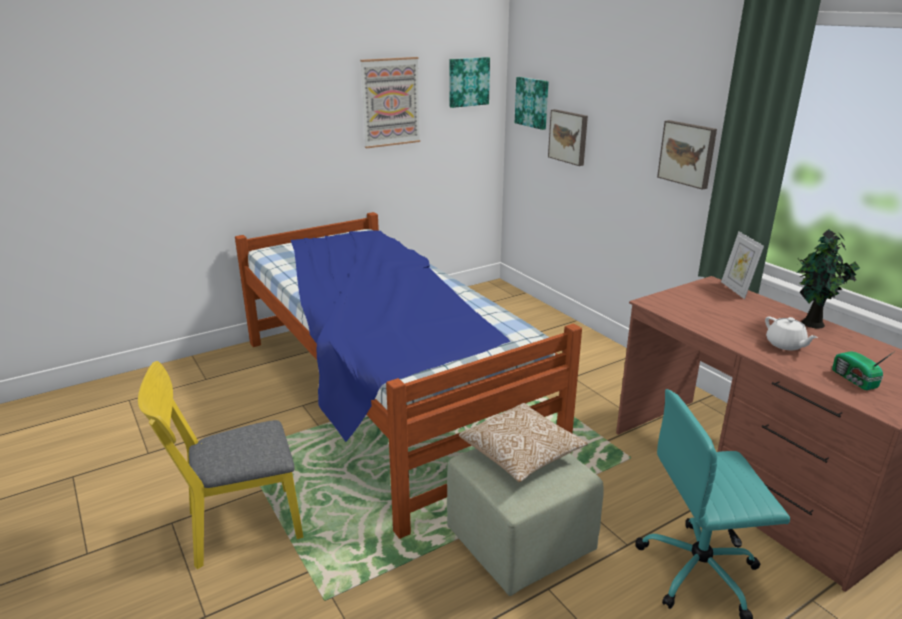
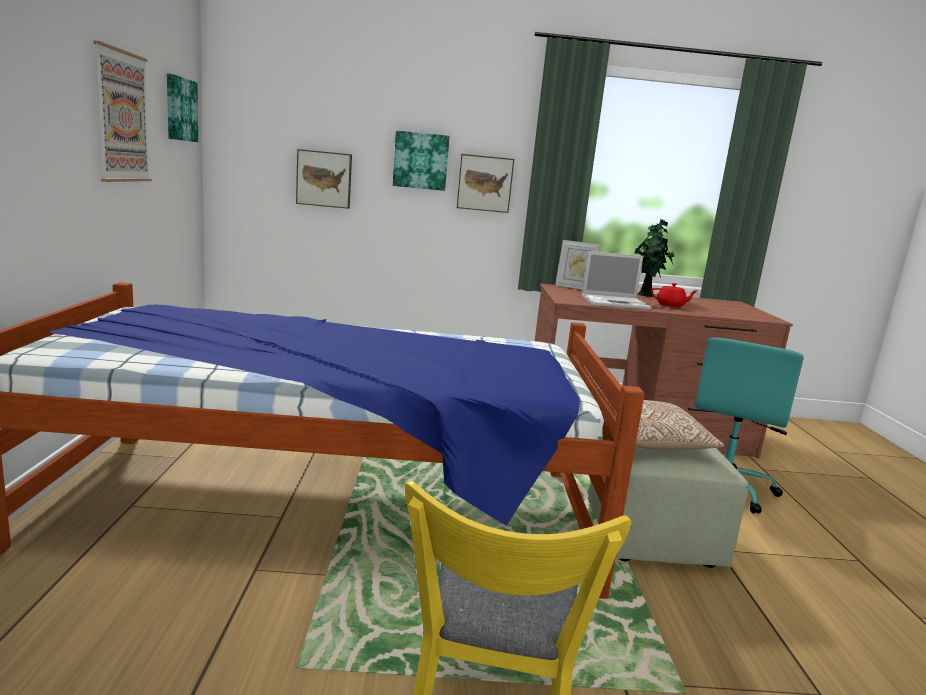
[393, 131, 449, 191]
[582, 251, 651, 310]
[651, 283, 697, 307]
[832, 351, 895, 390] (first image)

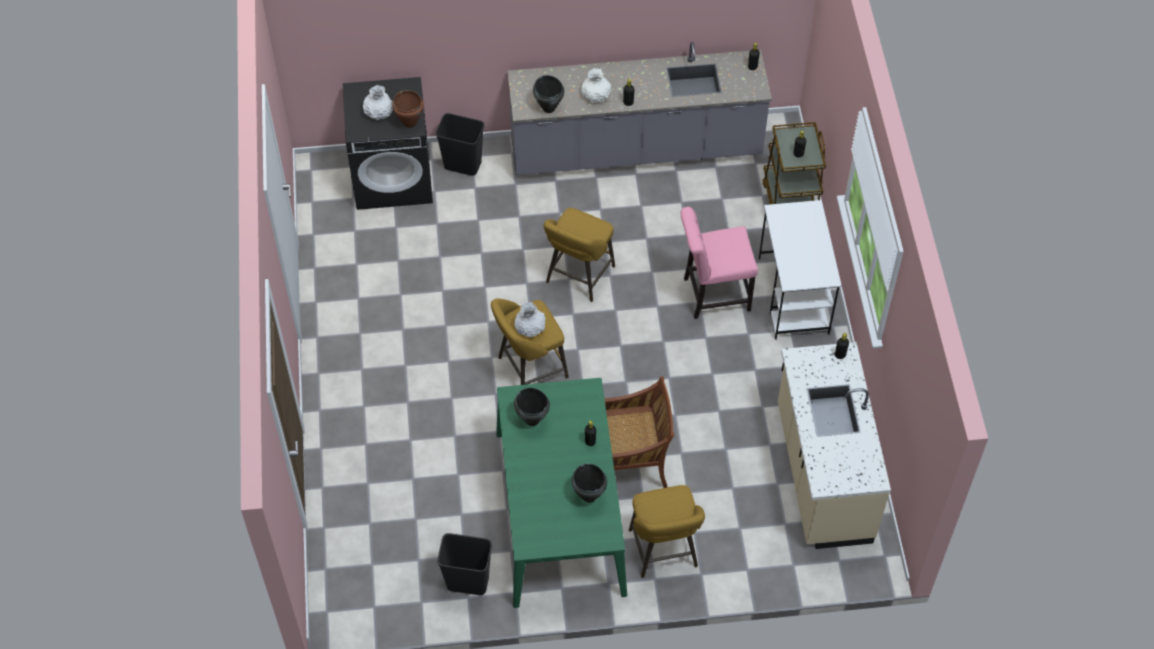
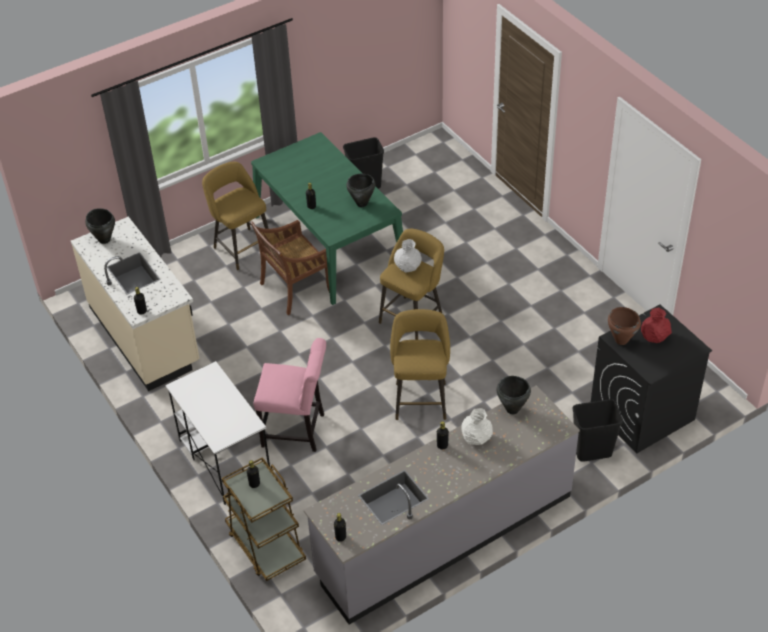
[85, 208, 115, 244]
[253, 338, 326, 452]
[641, 307, 672, 343]

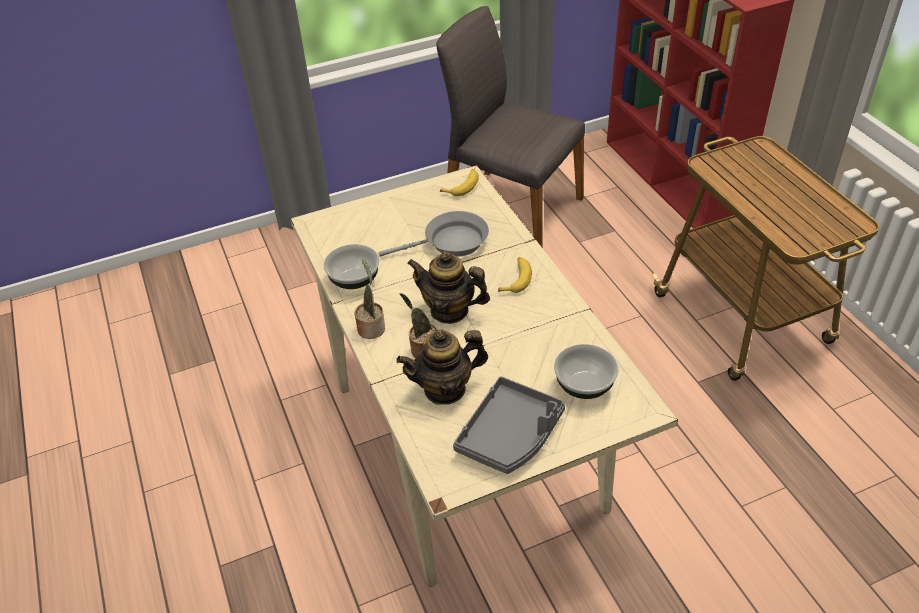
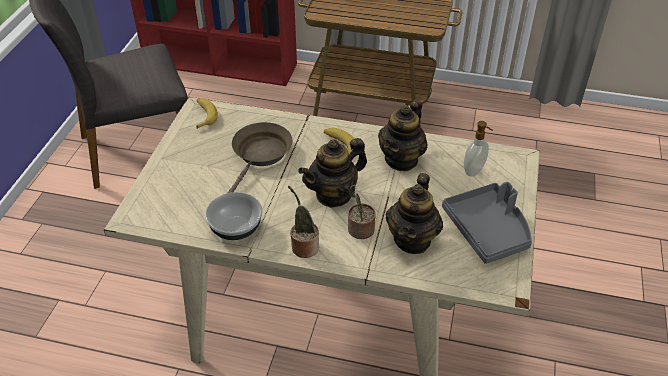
[228, 122, 293, 193]
[378, 100, 428, 171]
[464, 121, 493, 177]

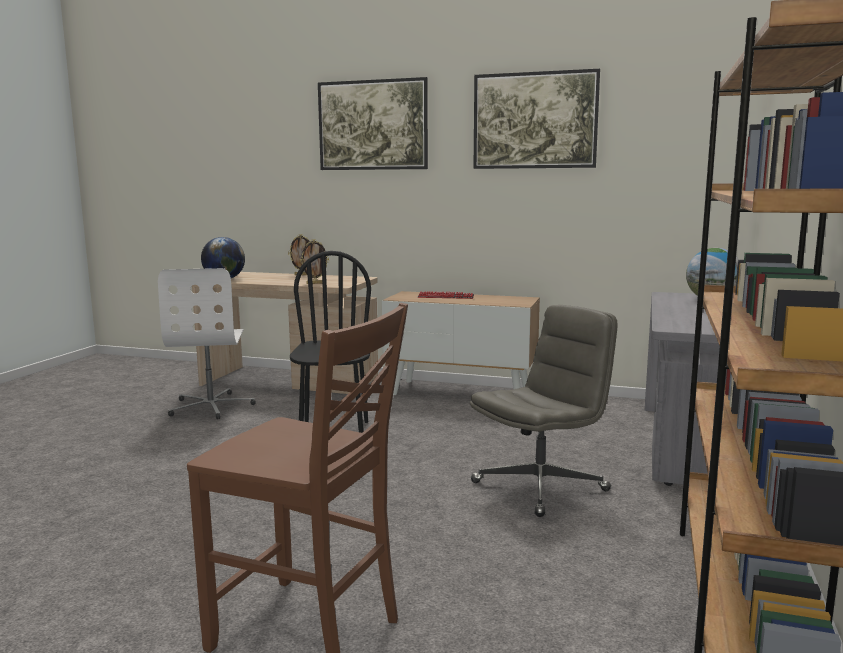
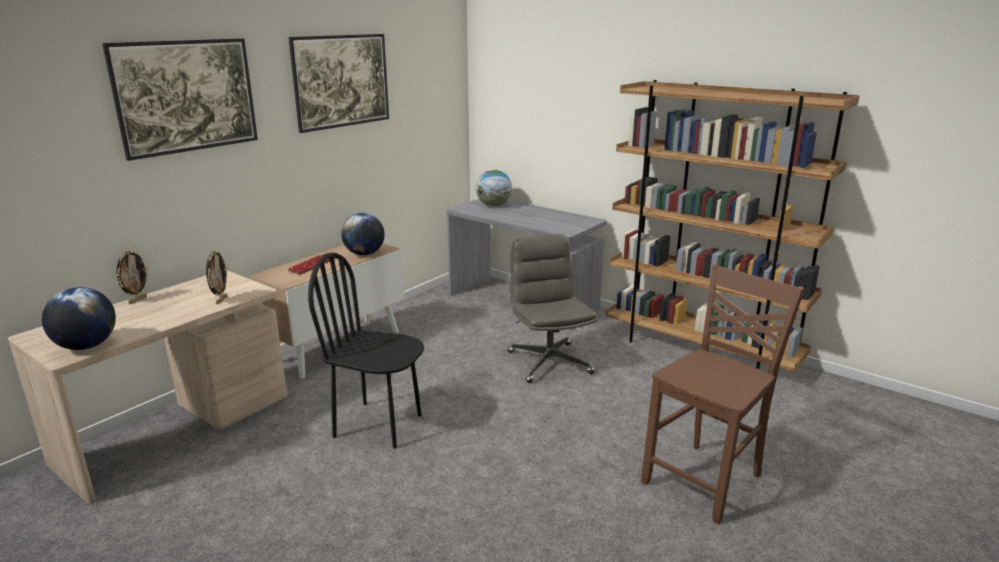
[341, 213, 385, 255]
[158, 268, 256, 419] (first image)

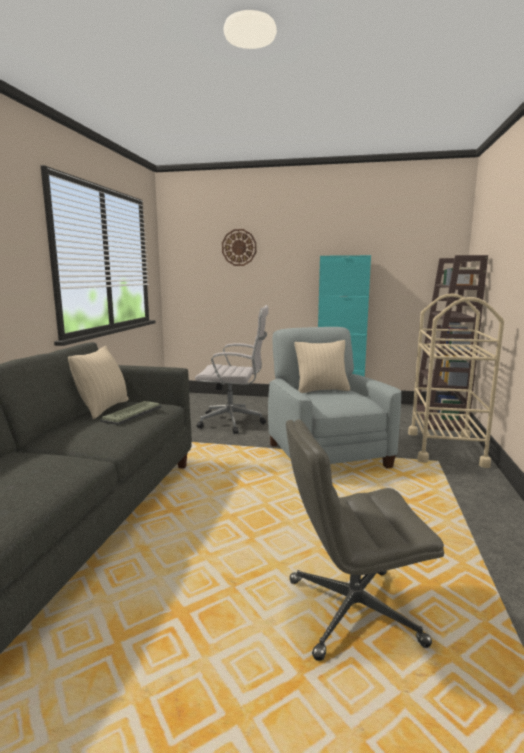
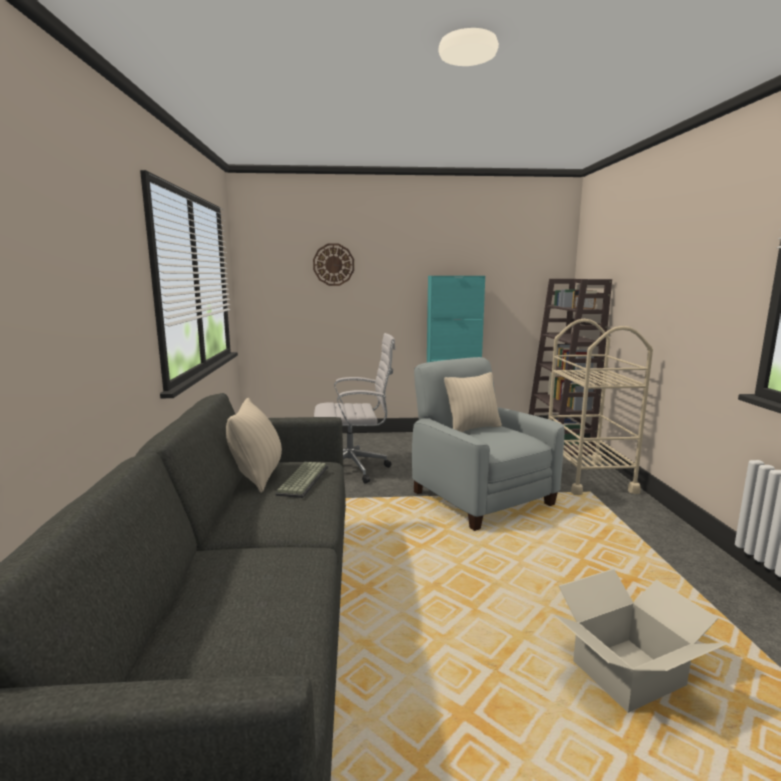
[553, 569, 728, 713]

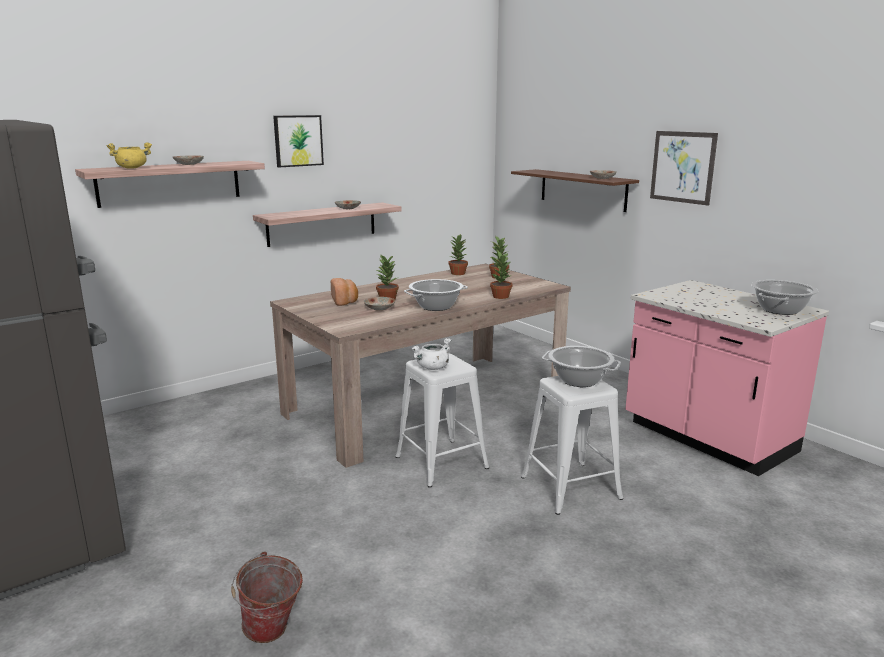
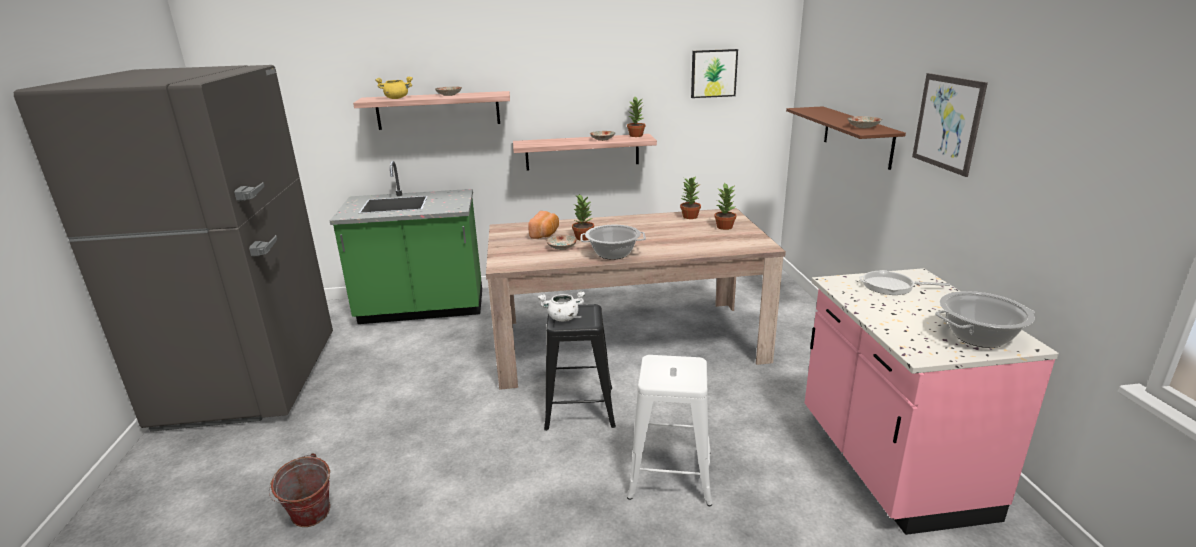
[330, 161, 482, 324]
[544, 304, 616, 431]
[627, 97, 645, 137]
[691, 49, 738, 98]
[859, 270, 950, 295]
[542, 346, 621, 387] (first image)

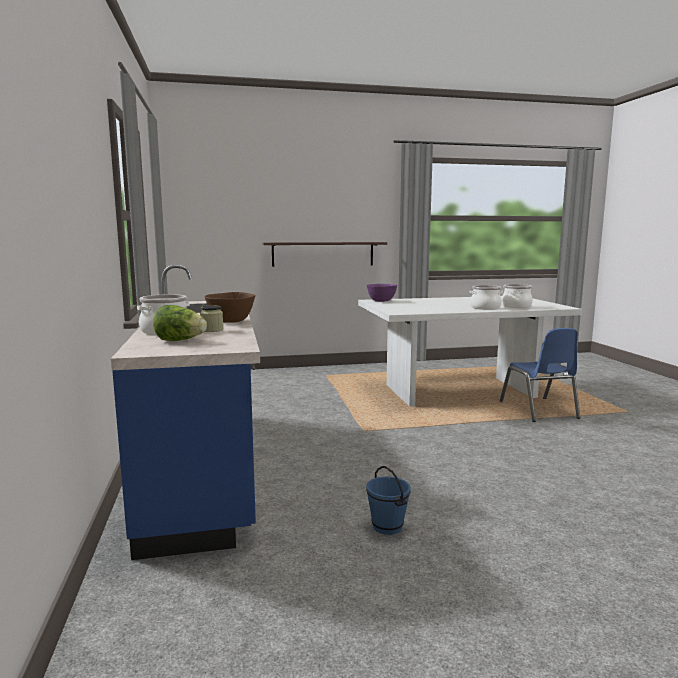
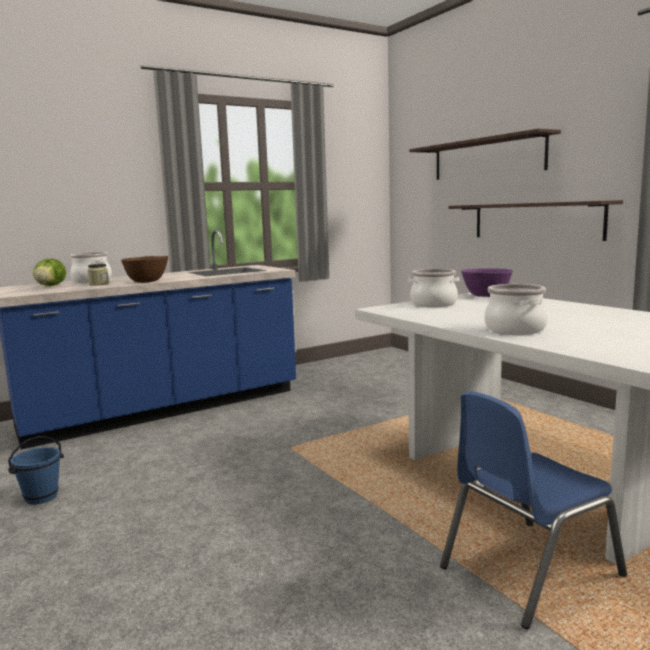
[409, 129, 561, 180]
[409, 269, 459, 307]

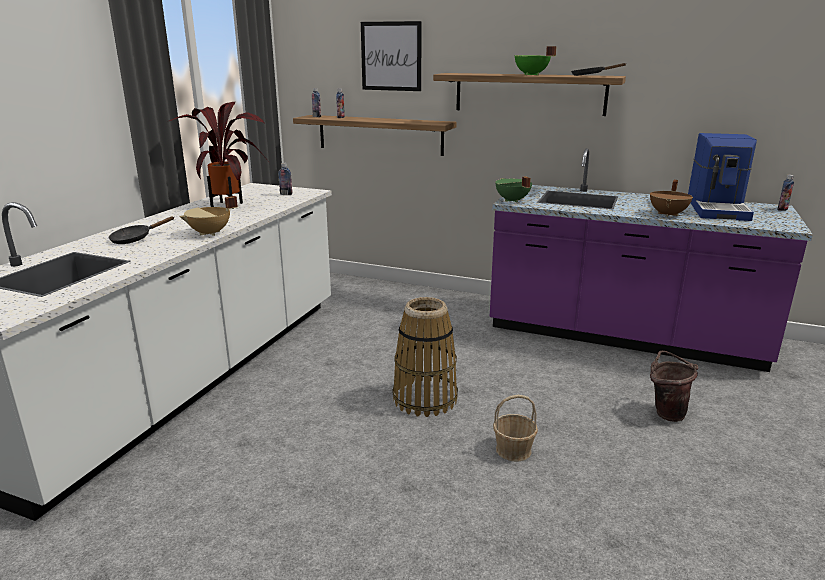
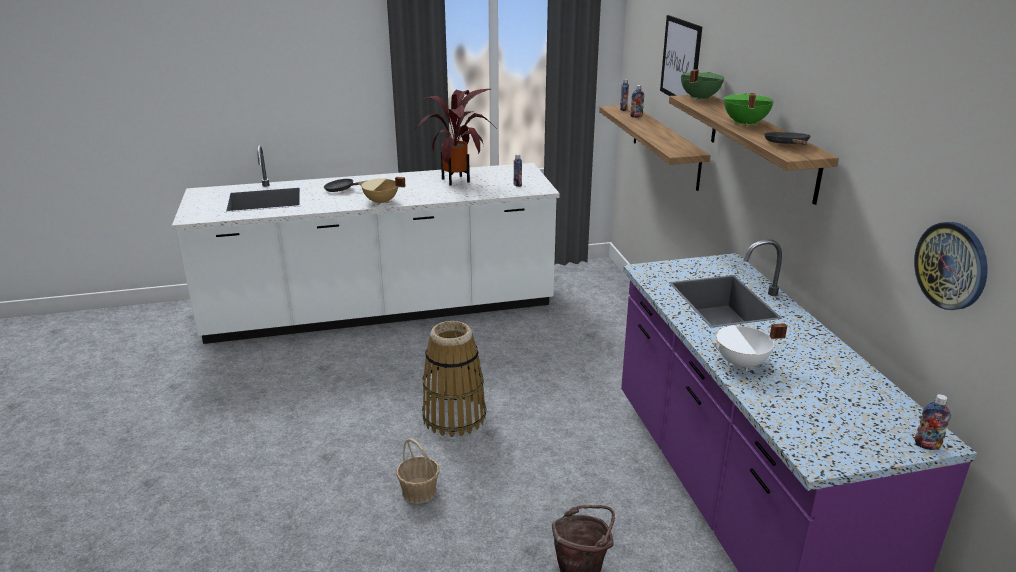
[681, 69, 724, 100]
[711, 323, 787, 371]
[914, 222, 988, 310]
[688, 133, 757, 221] (first image)

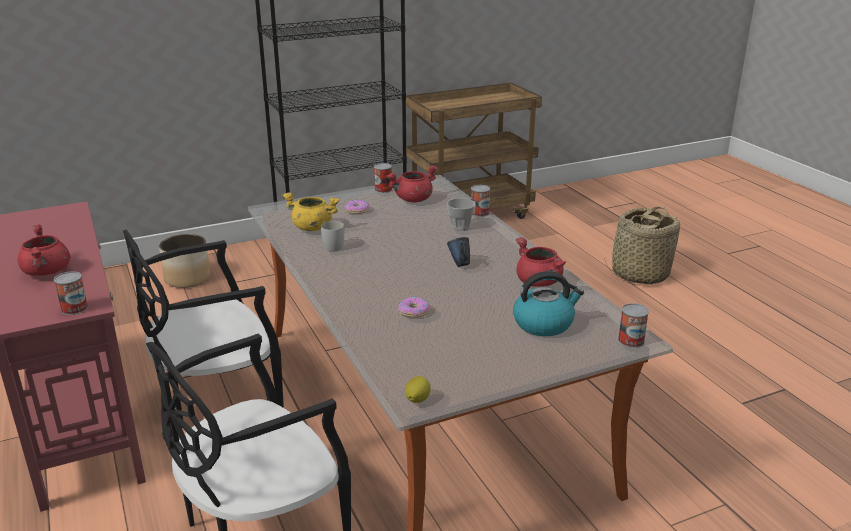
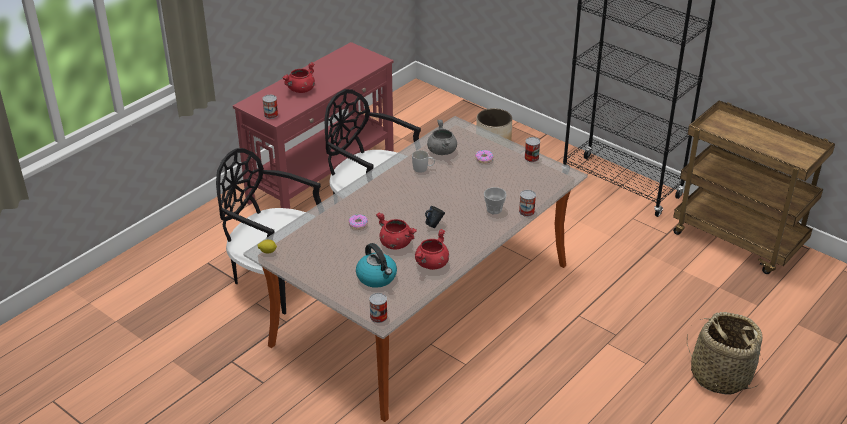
[376, 213, 417, 250]
[427, 120, 457, 155]

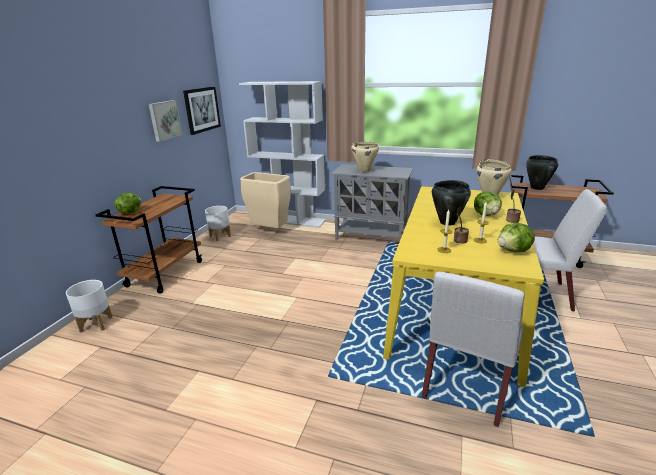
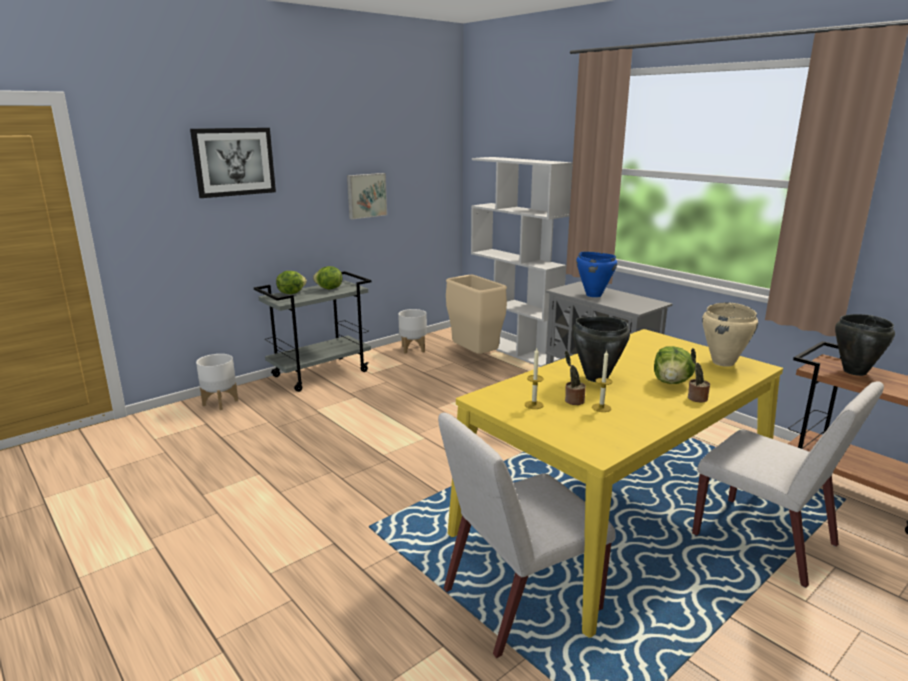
[190, 128, 276, 198]
[254, 271, 371, 392]
[313, 266, 342, 289]
[576, 252, 617, 297]

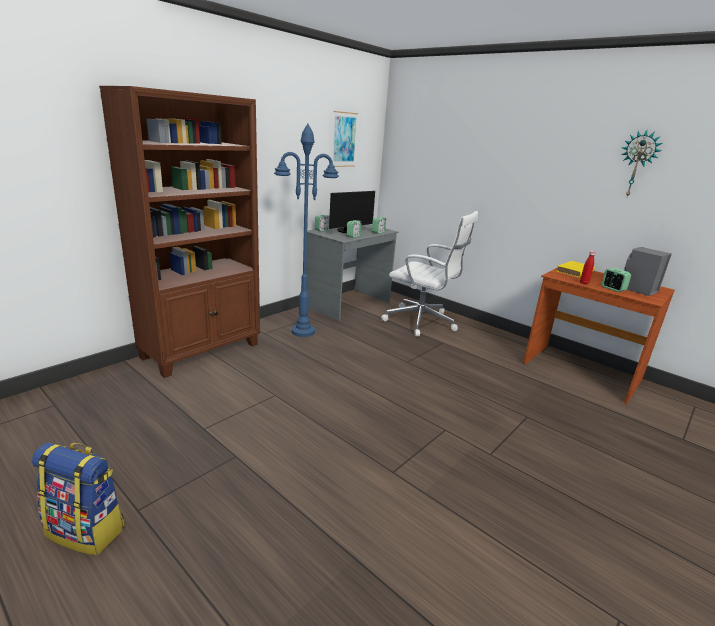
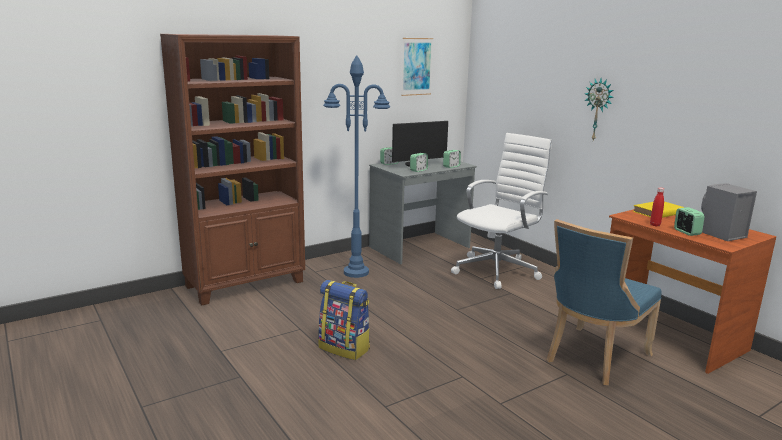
[318, 280, 370, 360]
[451, 133, 552, 289]
[547, 219, 662, 385]
[585, 78, 614, 140]

